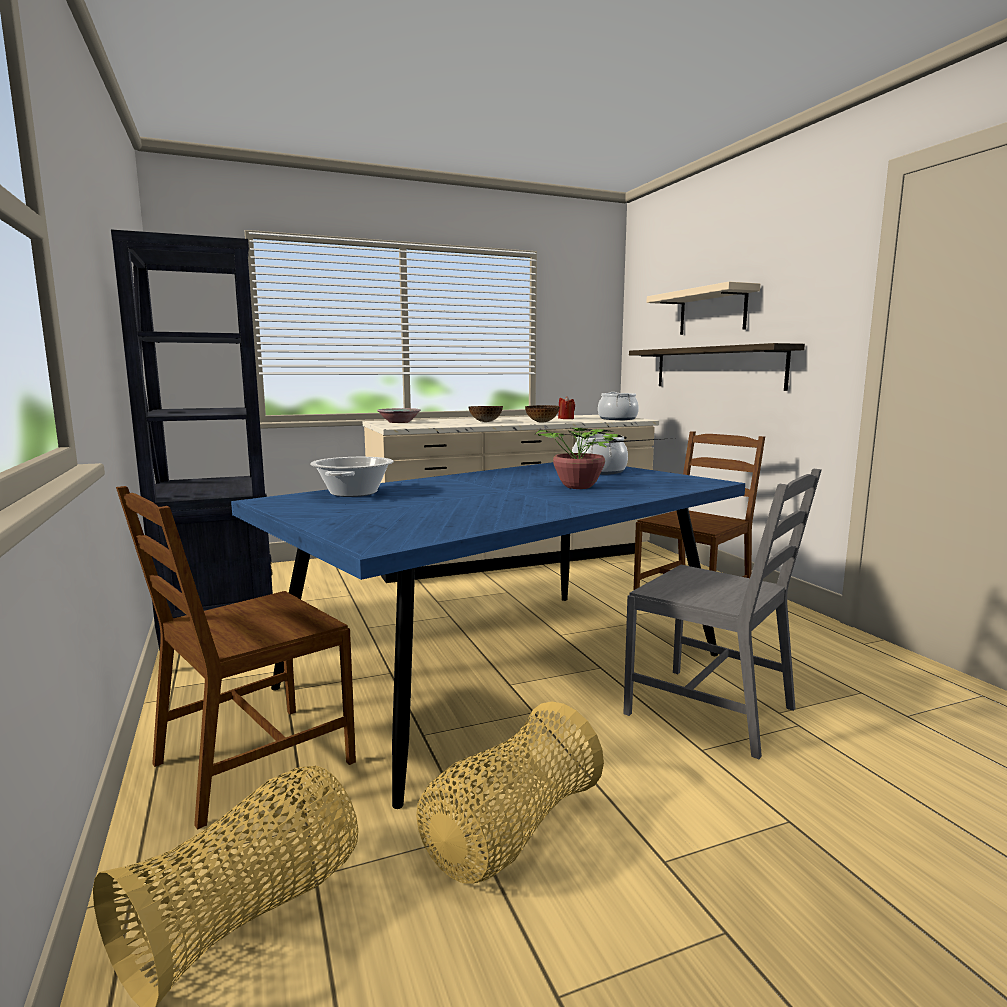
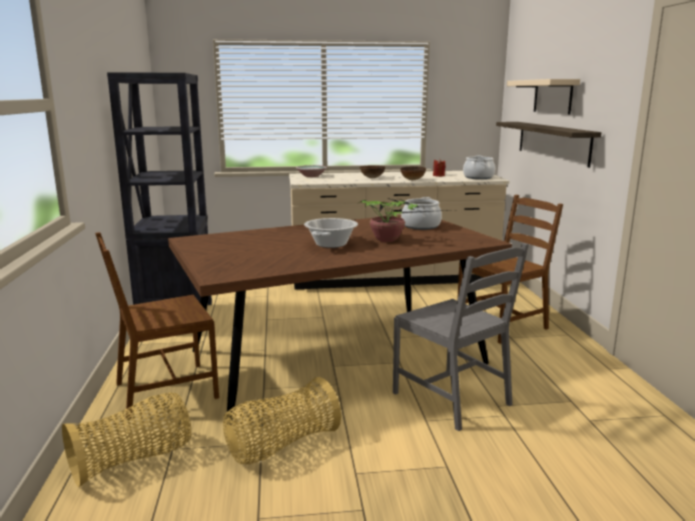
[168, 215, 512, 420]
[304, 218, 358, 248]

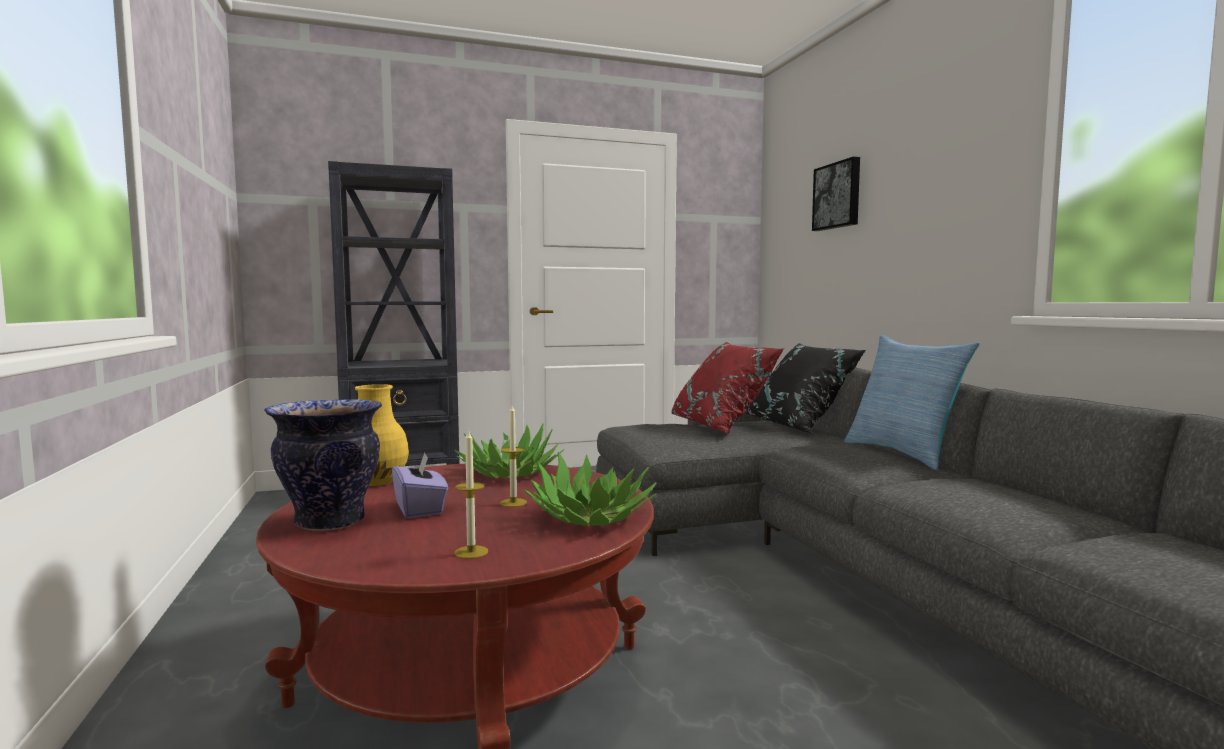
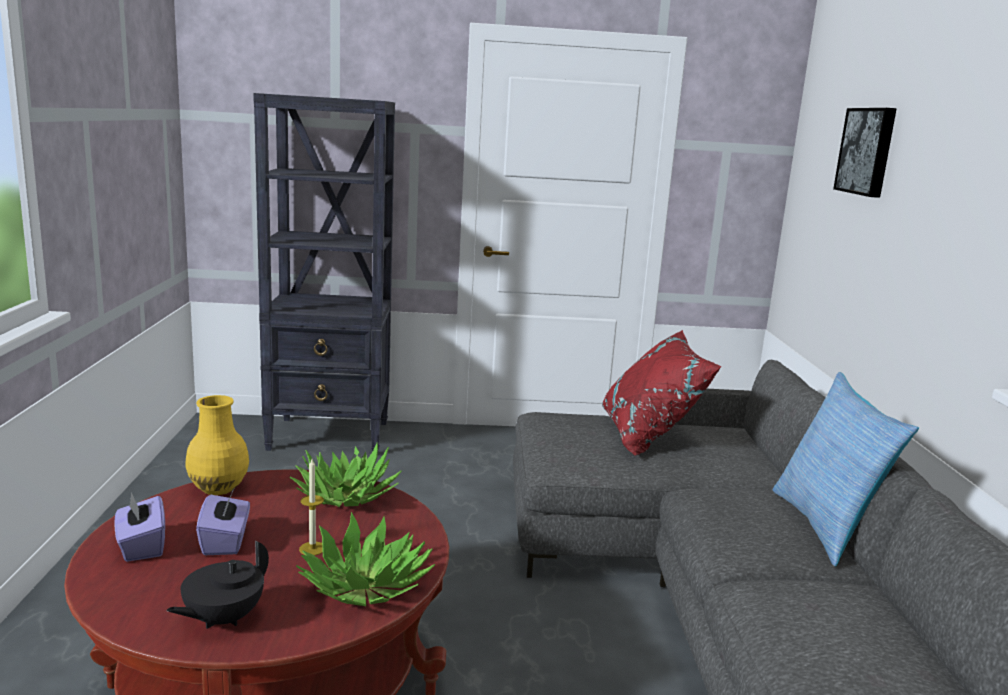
[114, 492, 165, 562]
[166, 541, 269, 629]
[746, 343, 866, 433] (first image)

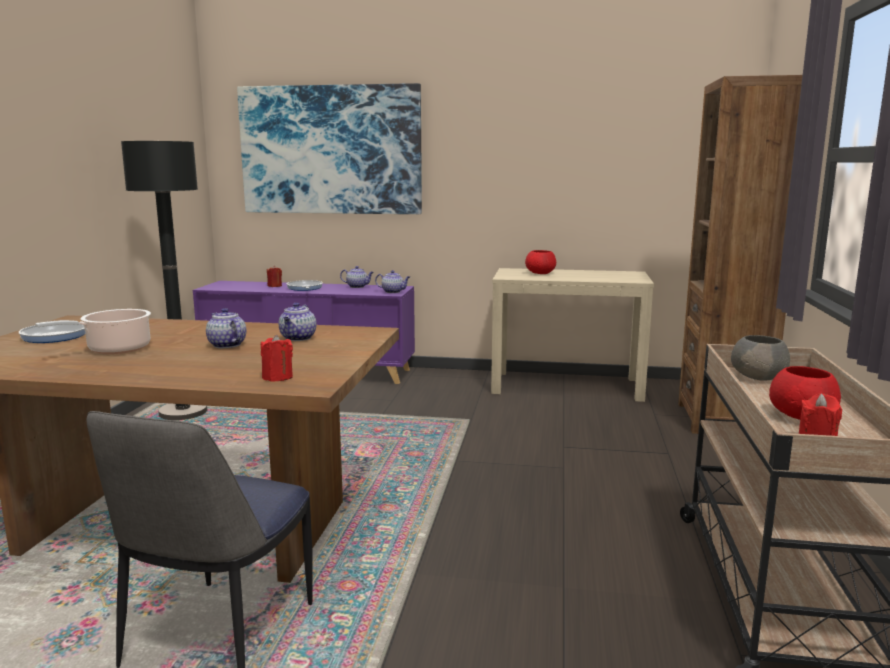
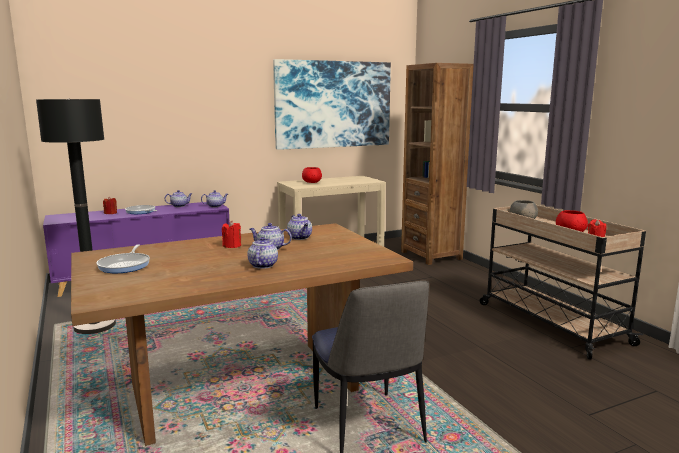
[222, 221, 241, 248]
[247, 237, 278, 269]
[273, 59, 391, 150]
[35, 309, 151, 354] (first image)

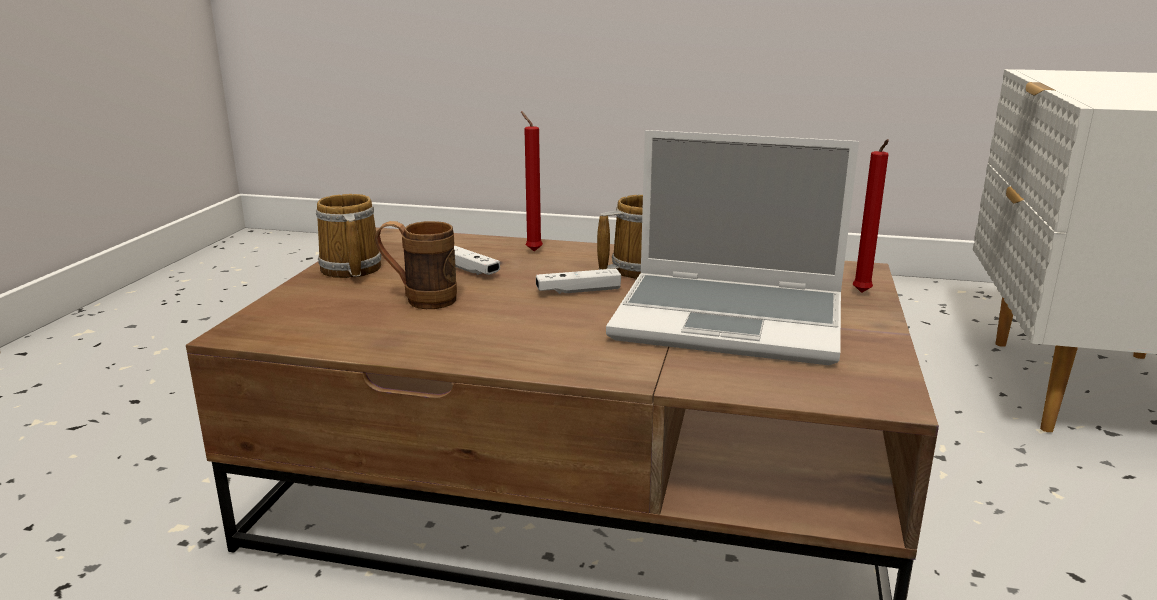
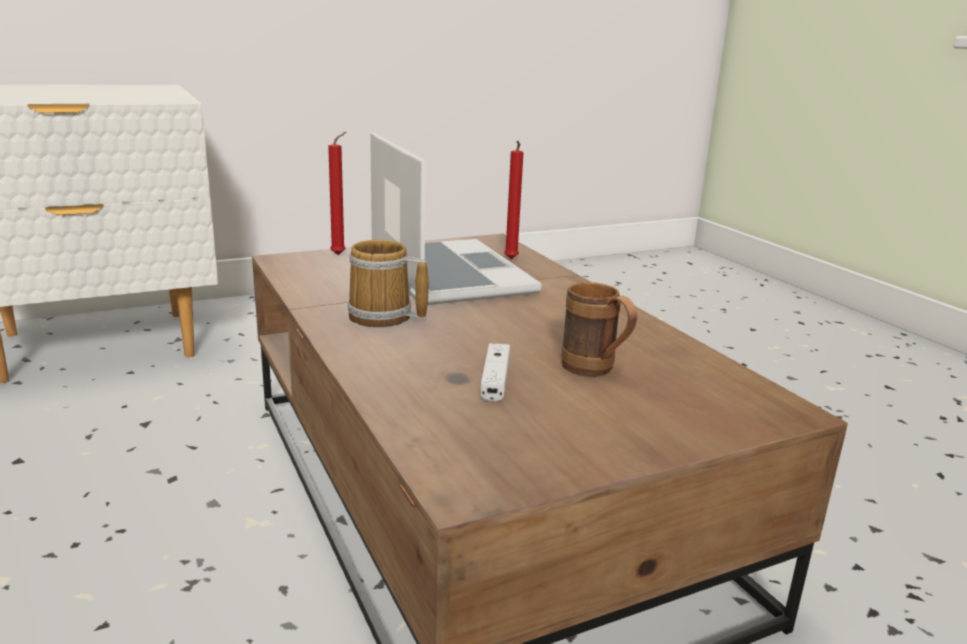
[504, 140, 524, 259]
[316, 194, 382, 278] (first image)
[536, 269, 621, 294] (first image)

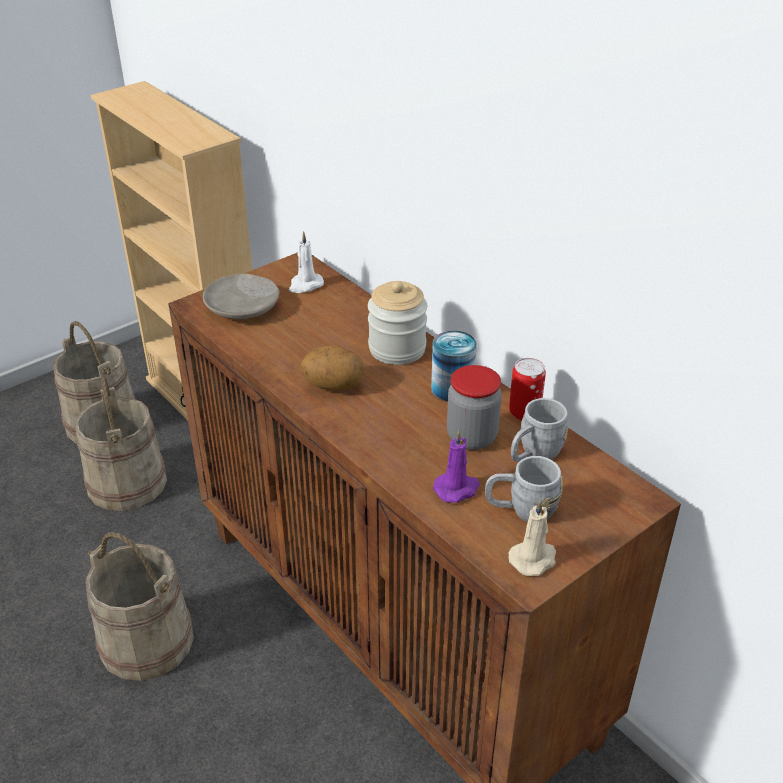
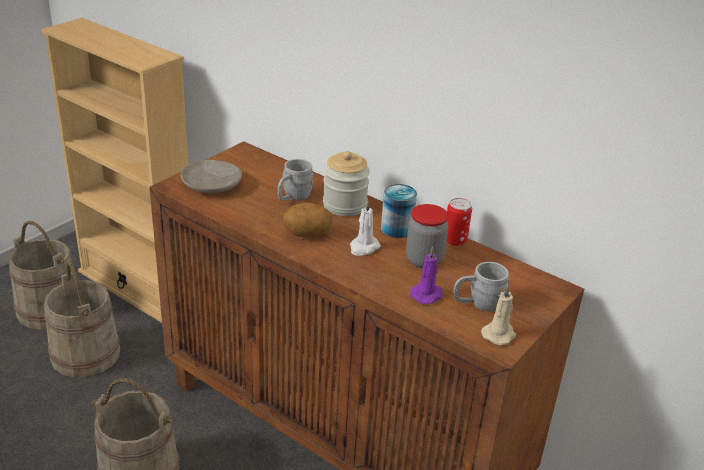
[277, 159, 314, 201]
[350, 200, 380, 256]

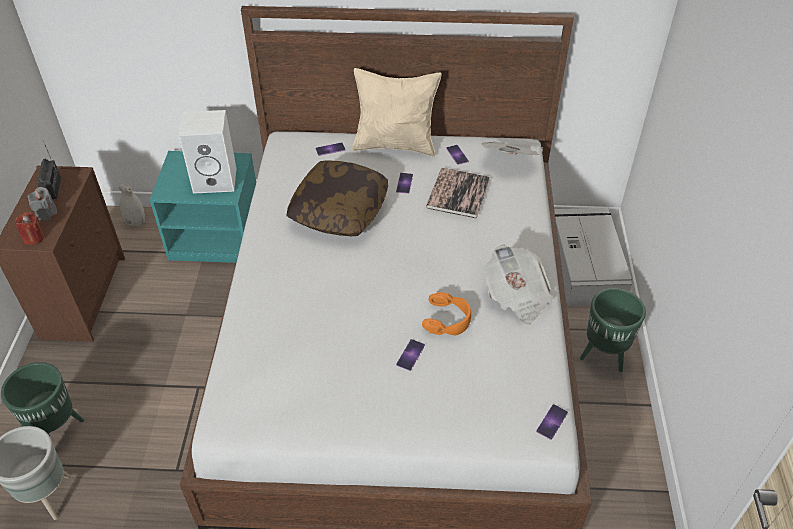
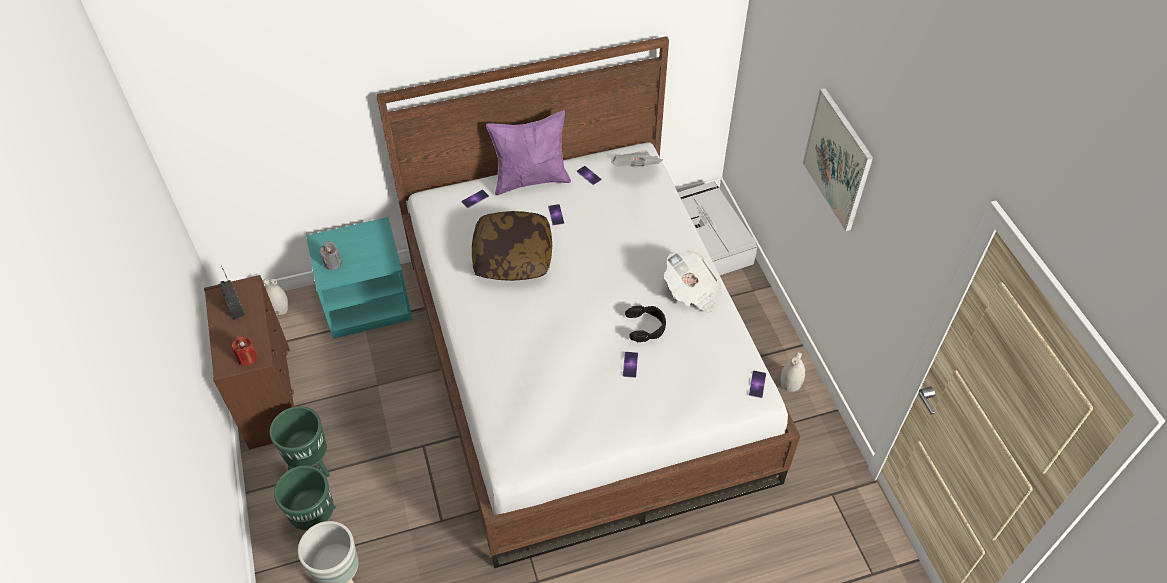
[269, 406, 330, 477]
[319, 242, 342, 270]
[486, 110, 571, 196]
[625, 305, 666, 342]
[781, 351, 805, 392]
[803, 88, 873, 231]
[179, 110, 236, 194] (first image)
[426, 168, 490, 219] (first image)

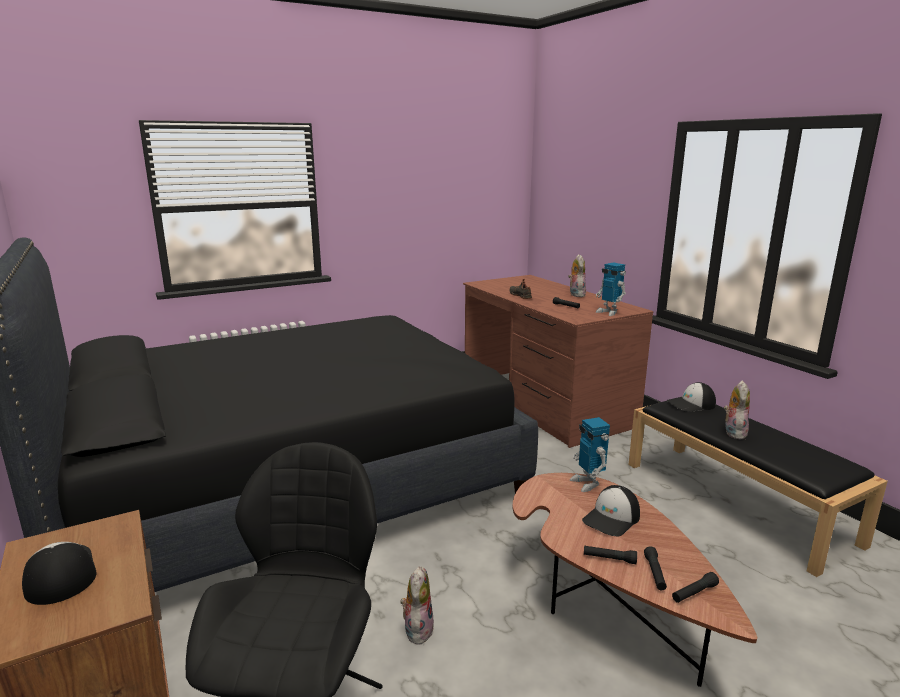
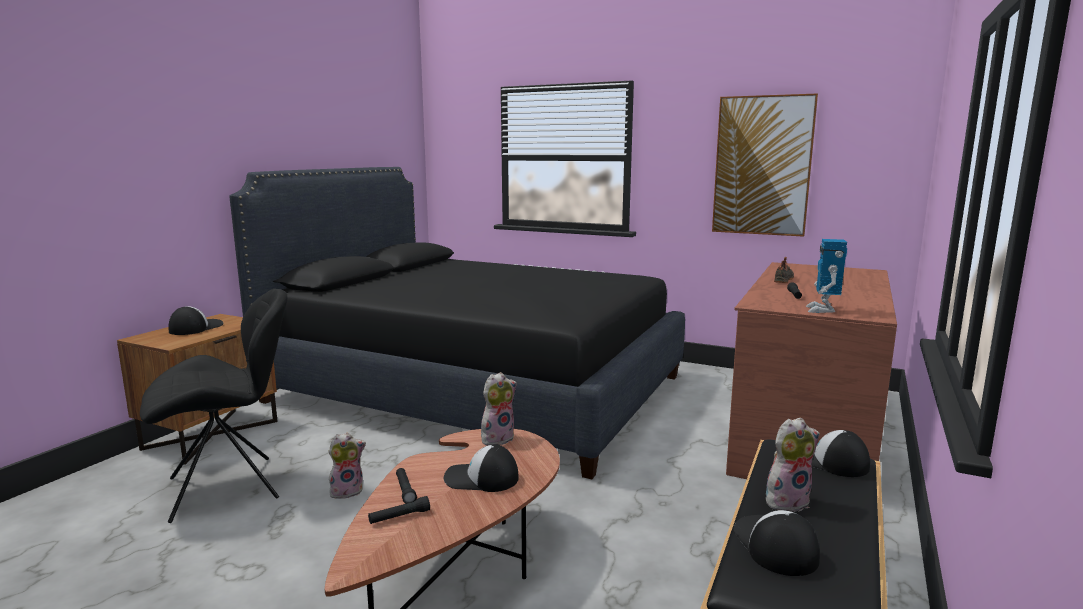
[481, 372, 517, 445]
[712, 94, 818, 237]
[733, 510, 820, 576]
[570, 417, 610, 492] (first image)
[672, 572, 719, 603] (first image)

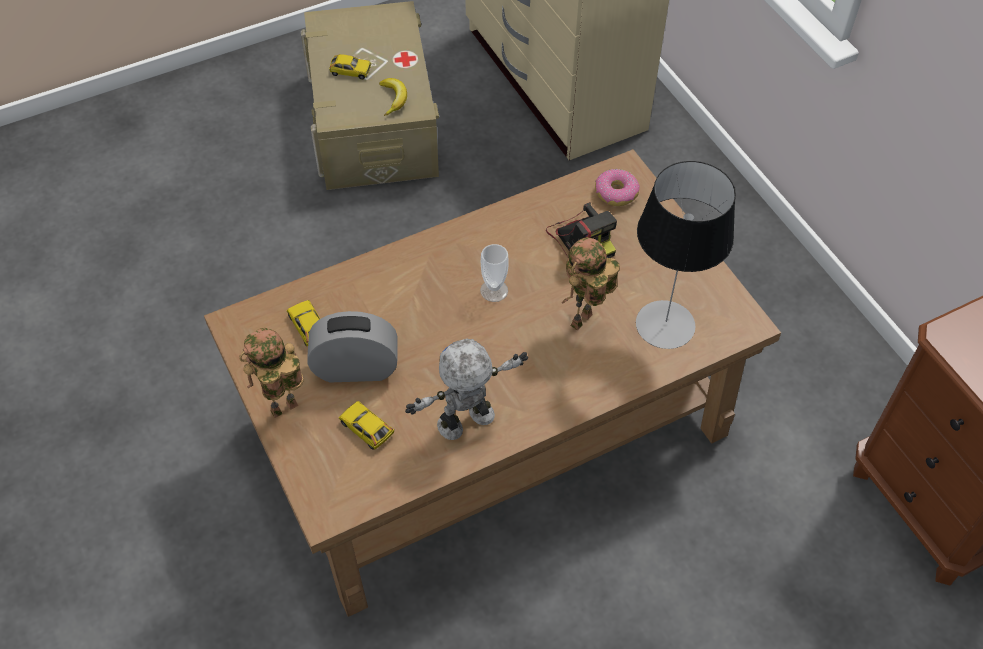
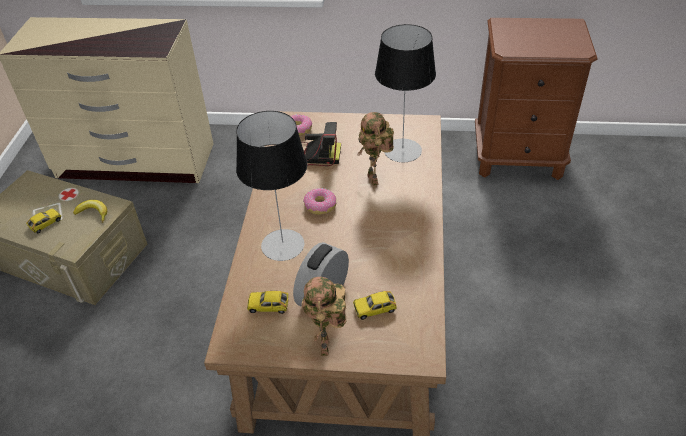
[236, 111, 307, 261]
[303, 188, 336, 215]
[405, 339, 528, 440] (first image)

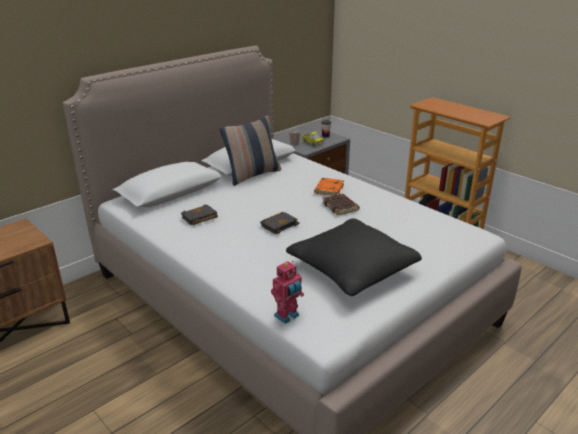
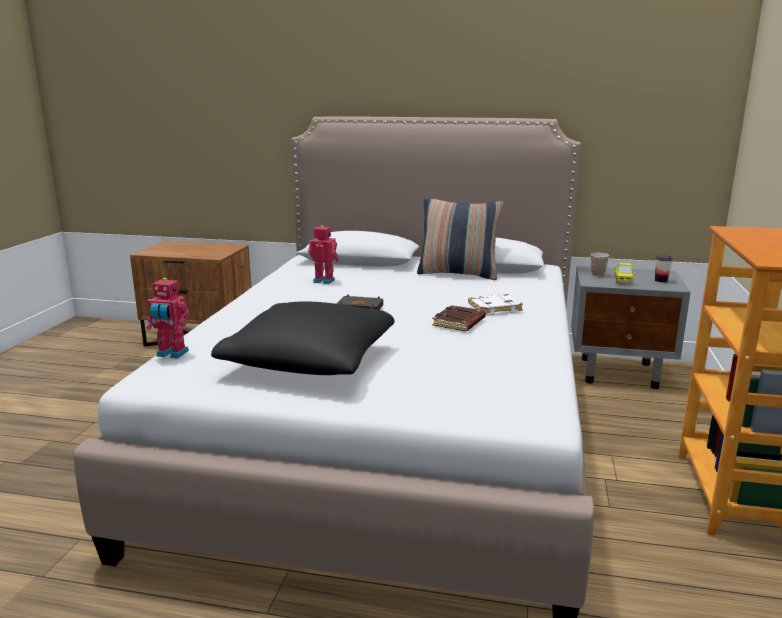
[308, 225, 339, 284]
[468, 294, 523, 315]

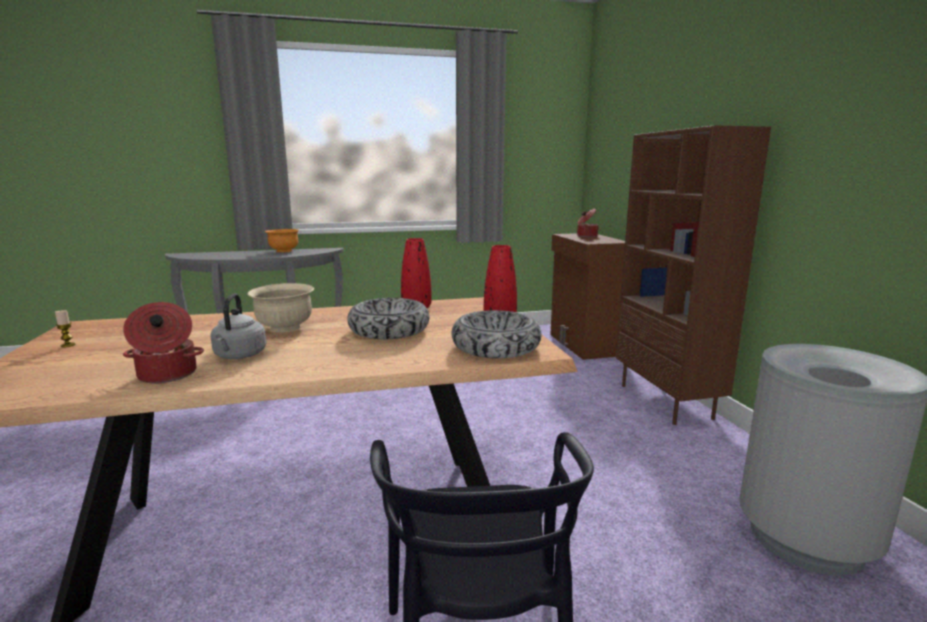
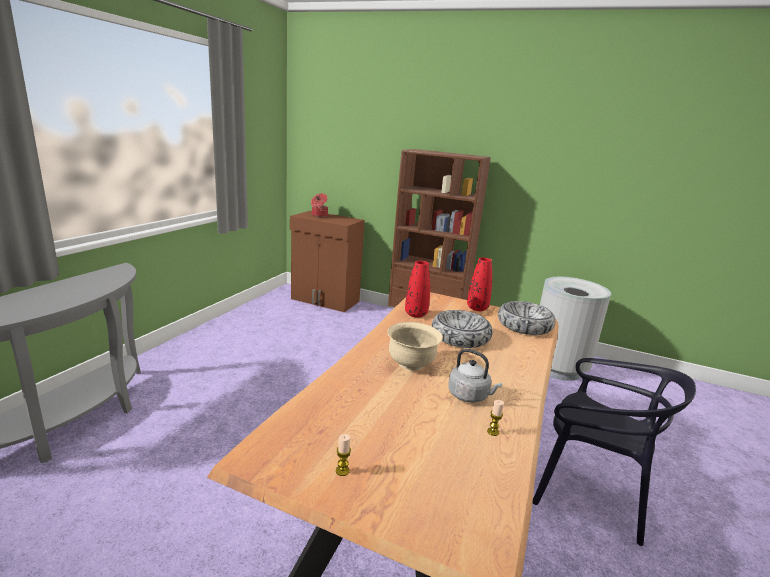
[487, 400, 504, 436]
[265, 229, 299, 252] (first image)

